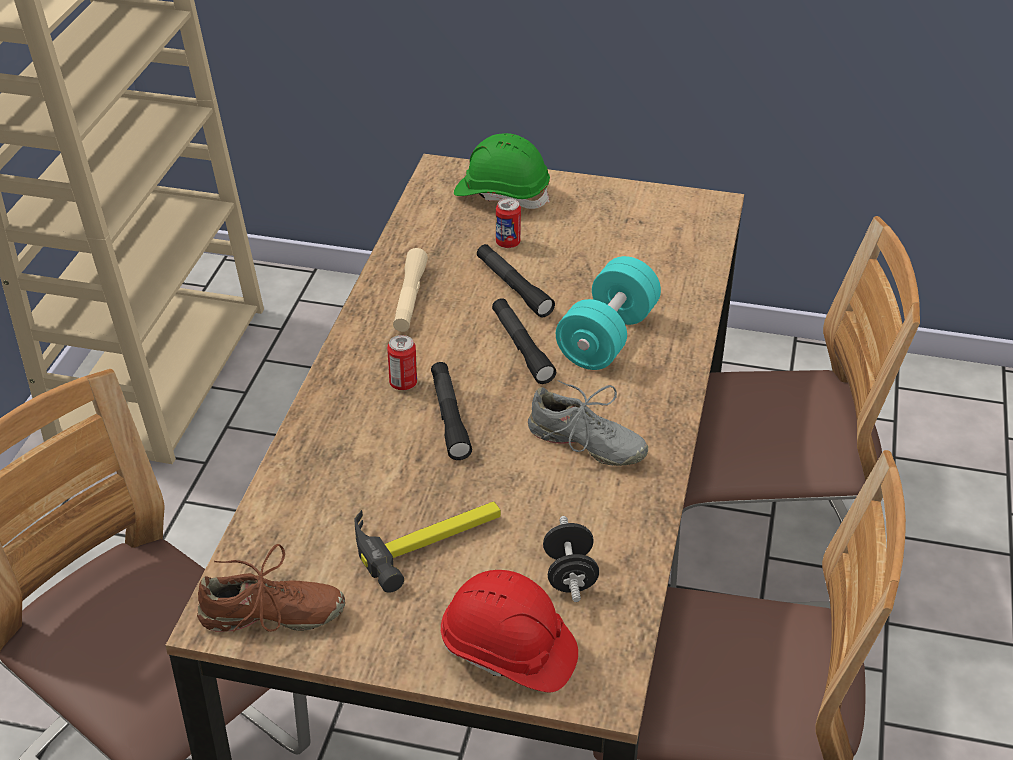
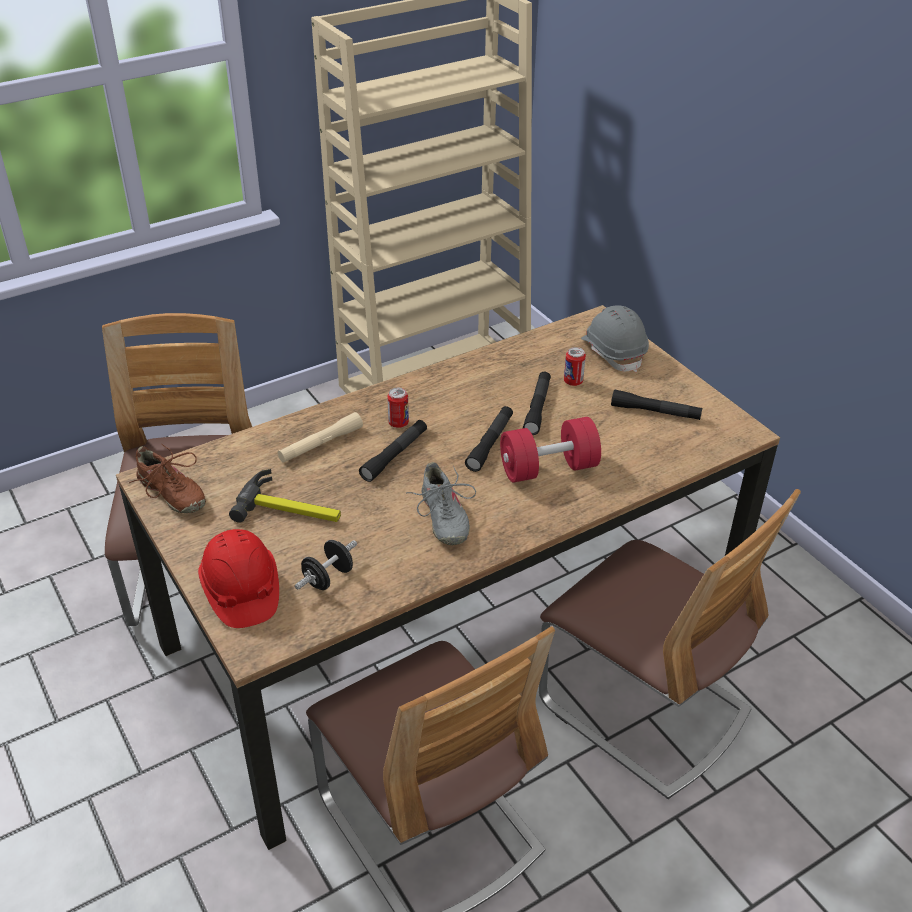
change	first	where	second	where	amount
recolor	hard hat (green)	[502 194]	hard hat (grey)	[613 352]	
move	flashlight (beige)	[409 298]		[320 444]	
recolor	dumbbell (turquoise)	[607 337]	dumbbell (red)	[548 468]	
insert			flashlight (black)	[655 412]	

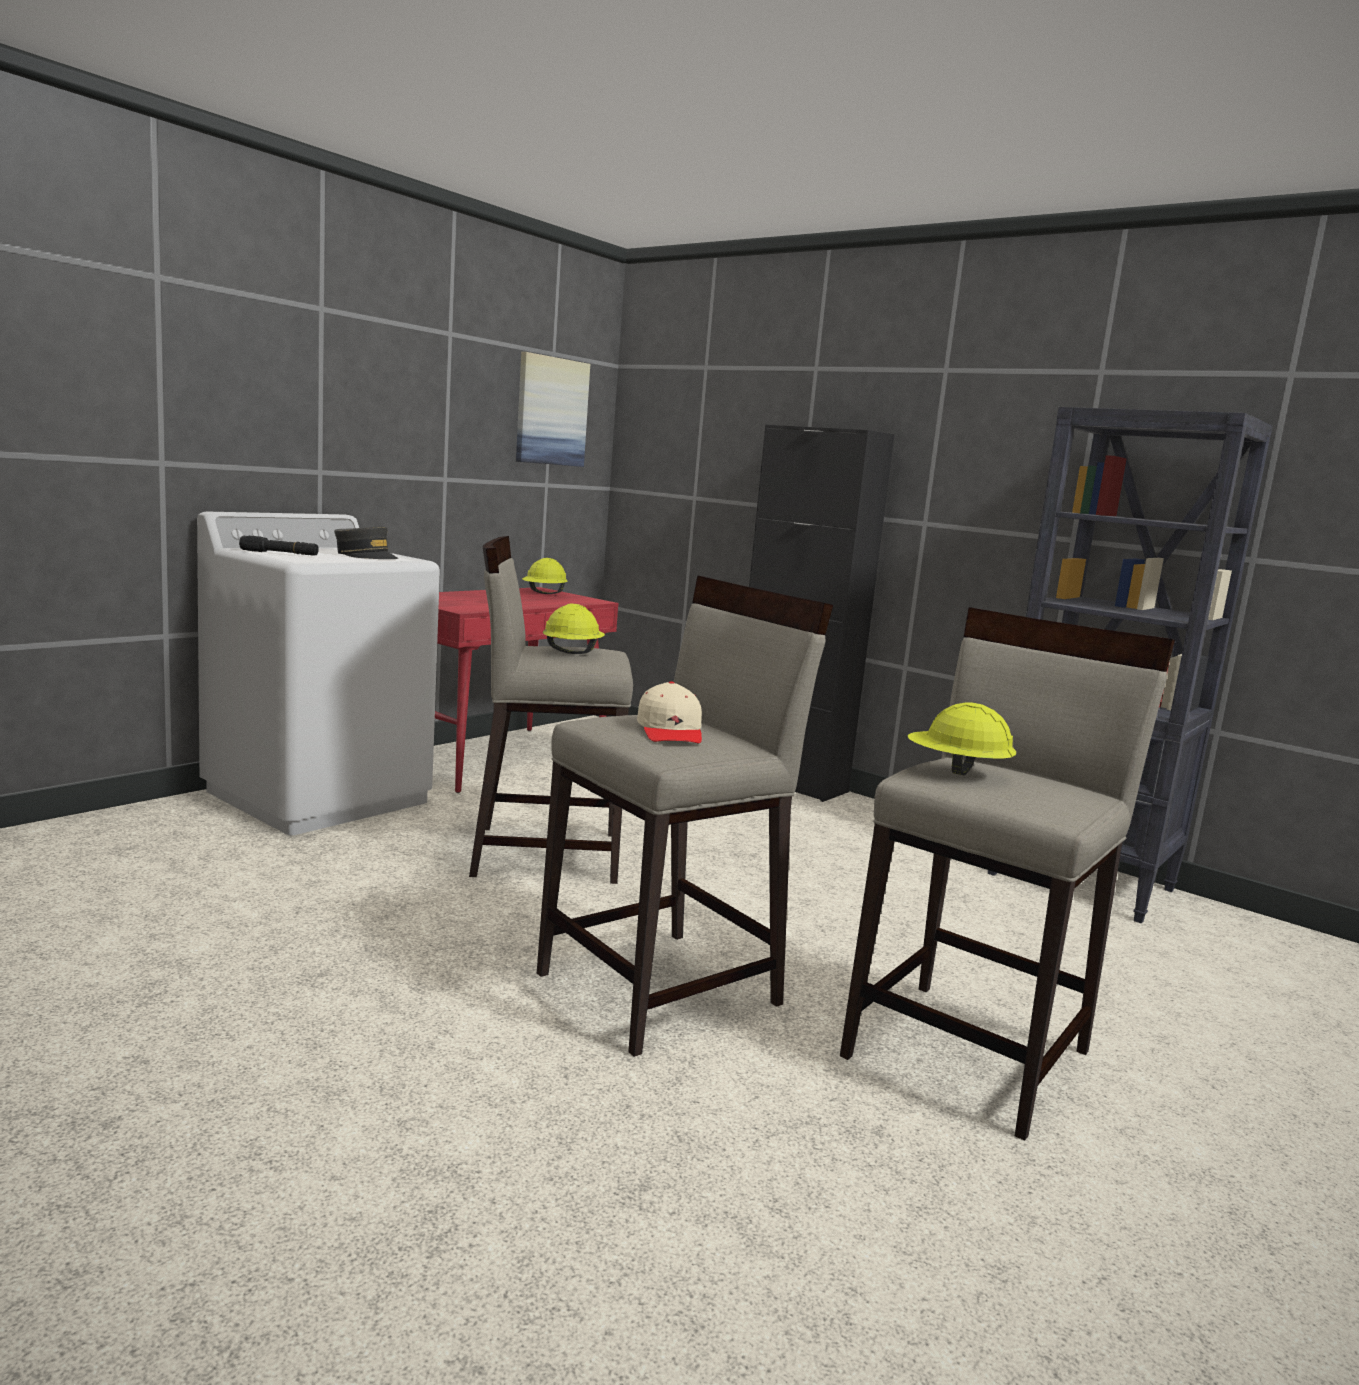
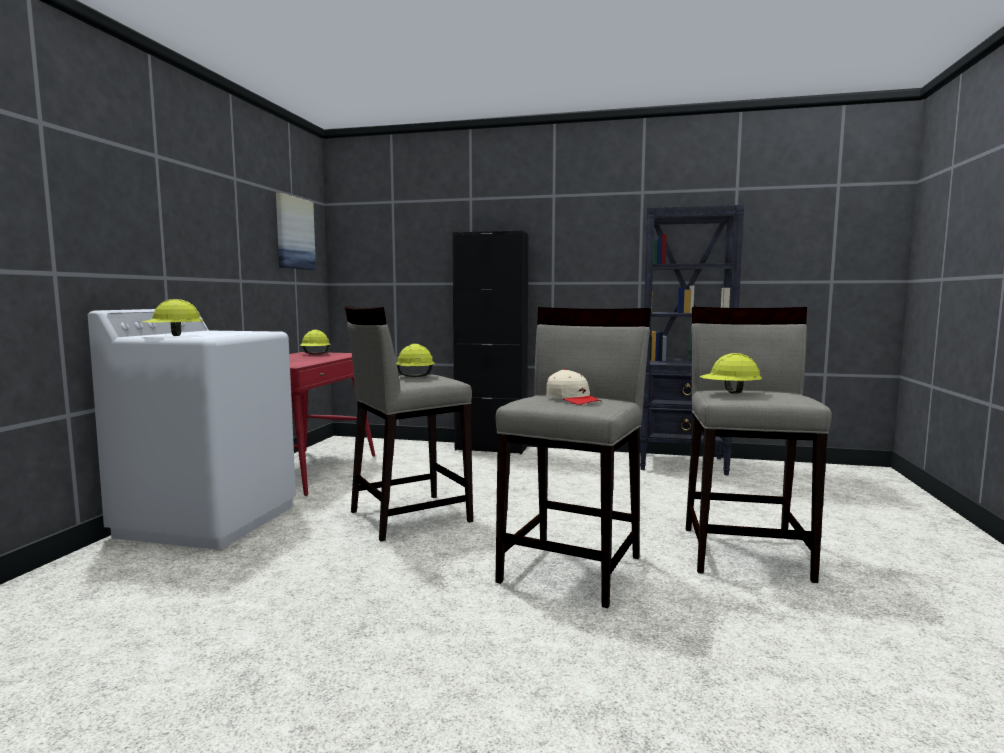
change	first	where	second	where	amount
delete	cap (grey)	[366 556]			
replace	flashlight (black)	[279 553]	hard hat (yellow)	[173 336]	

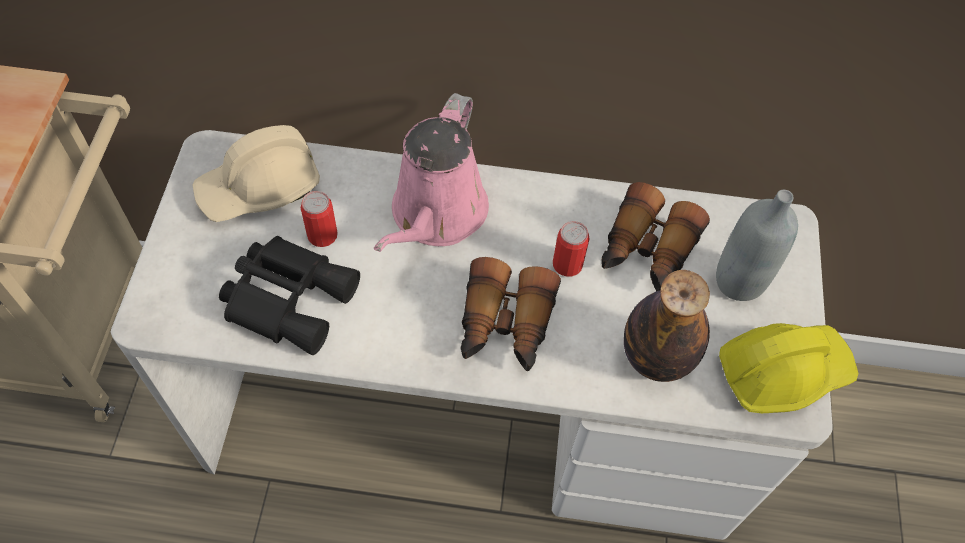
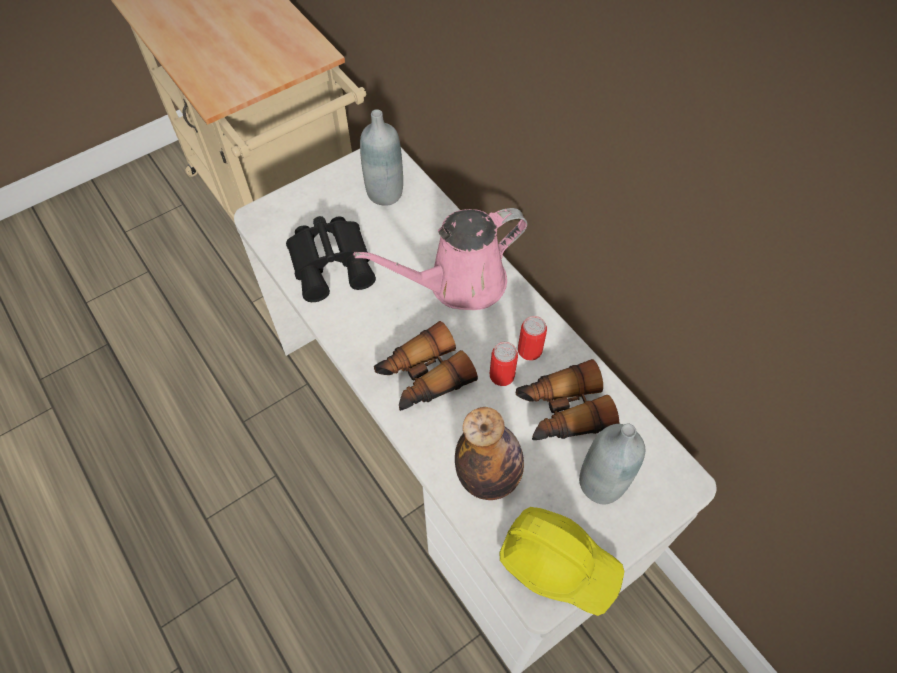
change	first	where	second	where	amount
replace	hard hat (beige)	[260 188]	bottle (grey)	[385 193]	
move	can	[322 235]		[529 350]	

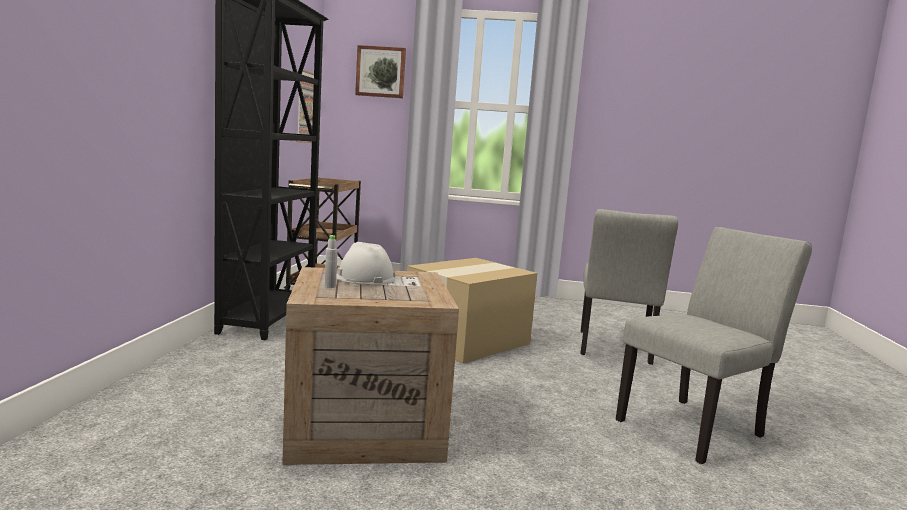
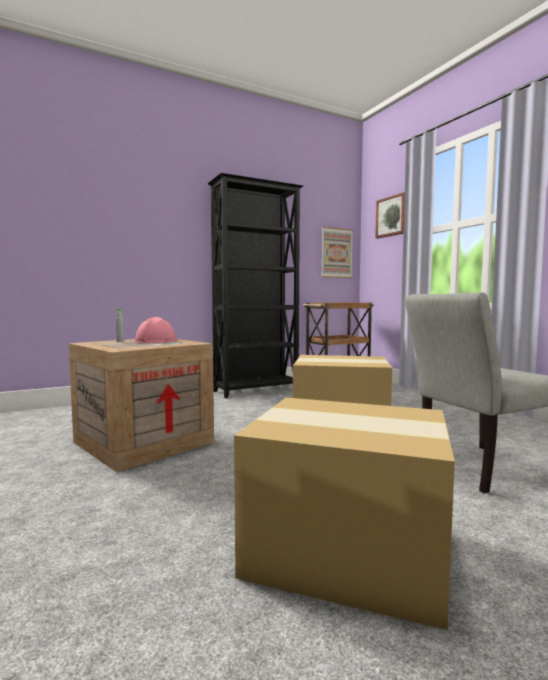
change	first	where	second	where	amount
replace	chair (grey)	[697 426]	cardboard box	[349 551]	
recolor	hard hat (white)	[363 278]	hard hat (pink)	[155 341]	

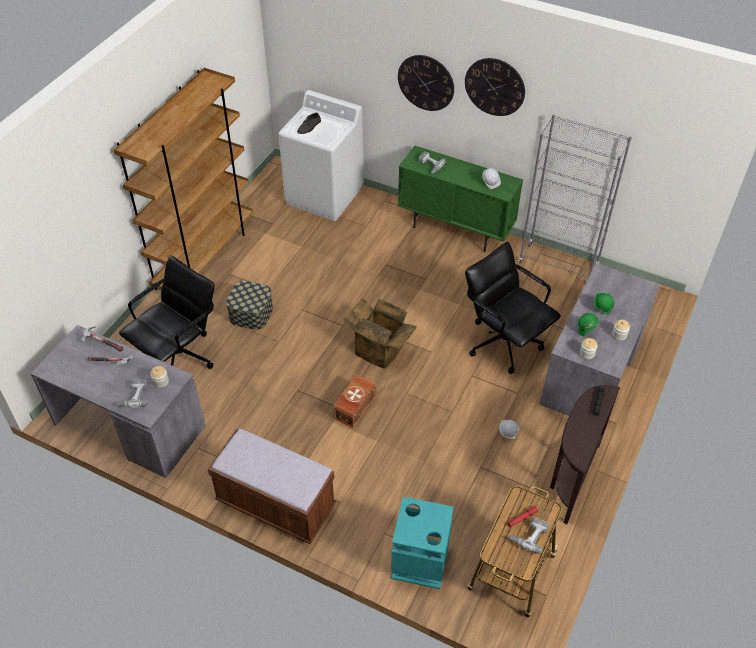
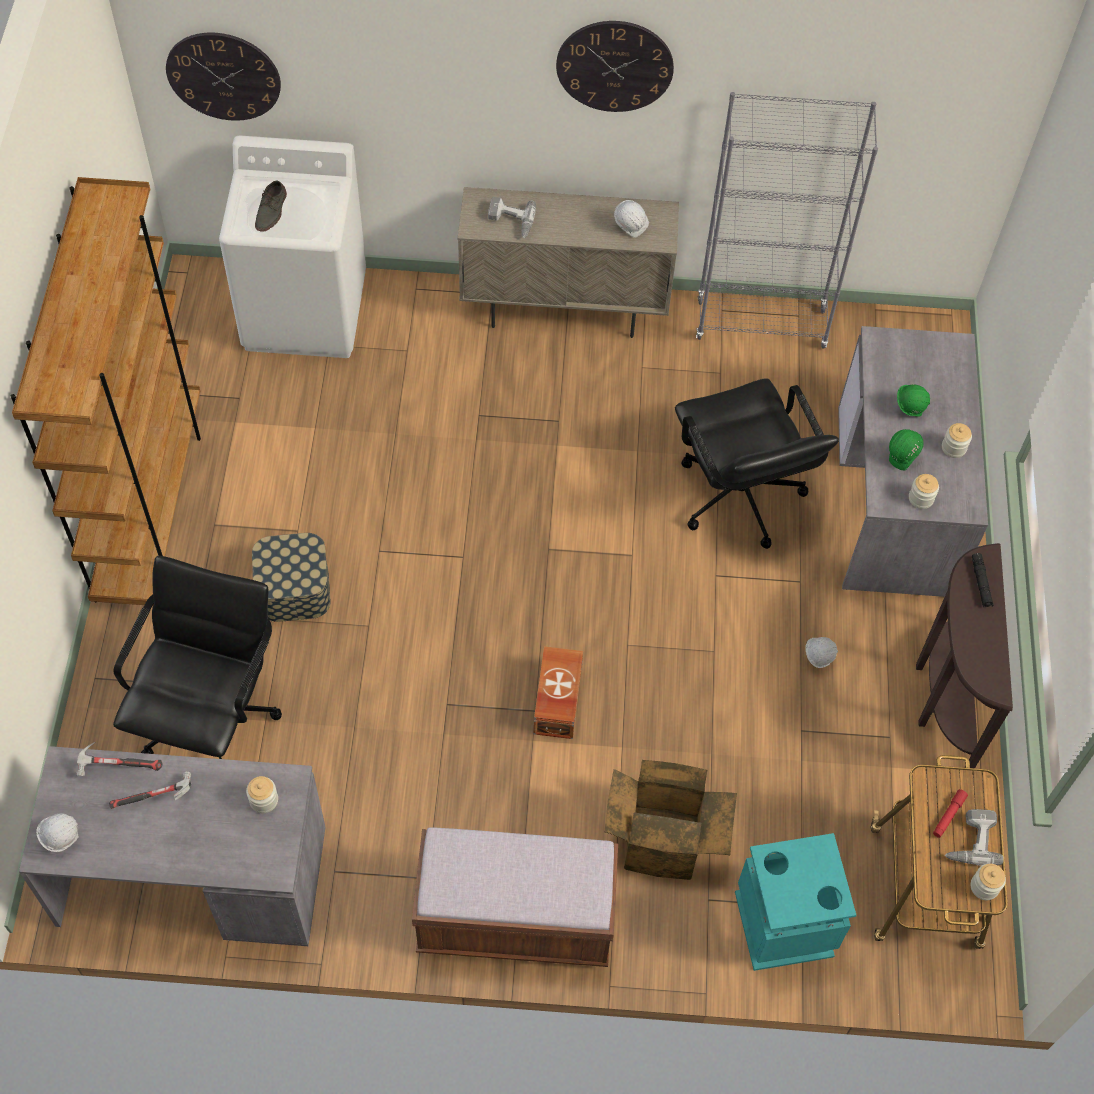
change	first	where	second	where	amount
move	wall clock	[426 83]		[223 76]	
recolor	cabinet (green)	[455 230]	cabinet (beige)	[564 310]	
rotate	office chair (black)	[504 342]		[739 497]	135 degrees counterclockwise
move	cardboard box	[381 349]		[663 839]	
delete	power drill	[133 396]			
insert			hard hat (white)	[62 838]	
insert			jar	[984 887]	

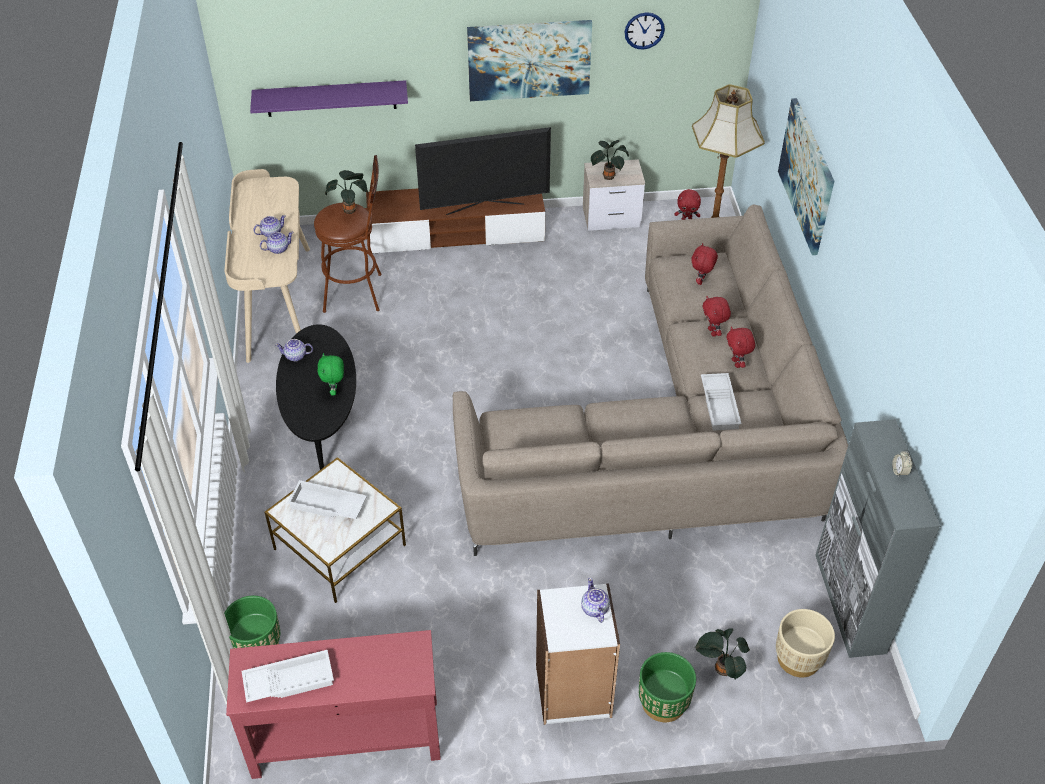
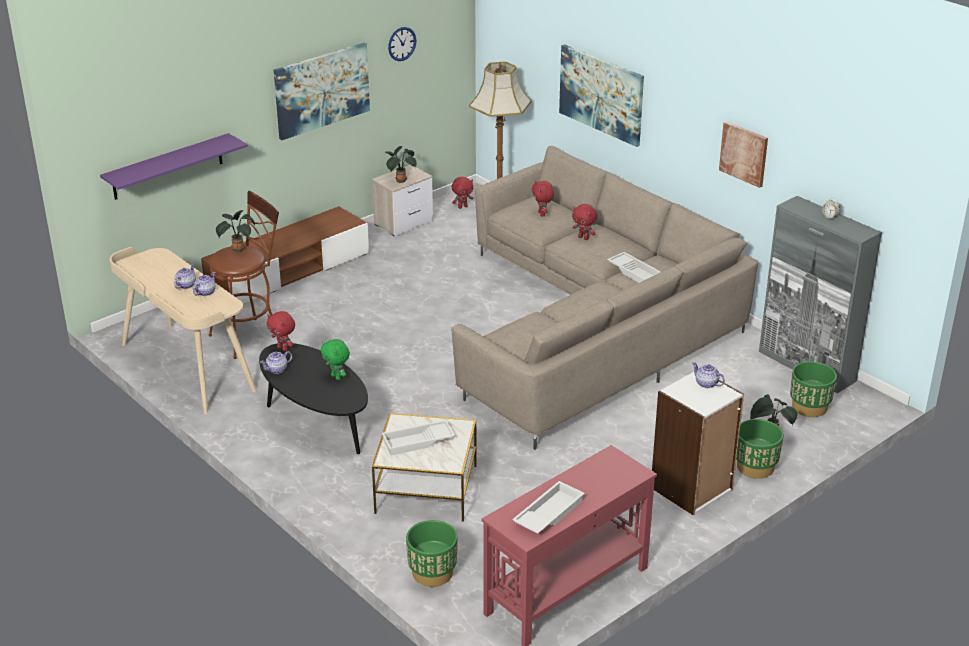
change	first	where	second	where	amount
delete	television	[485 208]			
move	plush toy (red)	[737 363]		[283 348]	
recolor	planter (beige)	[798 659]	planter (green)	[809 407]	
insert			picture	[744 153]	

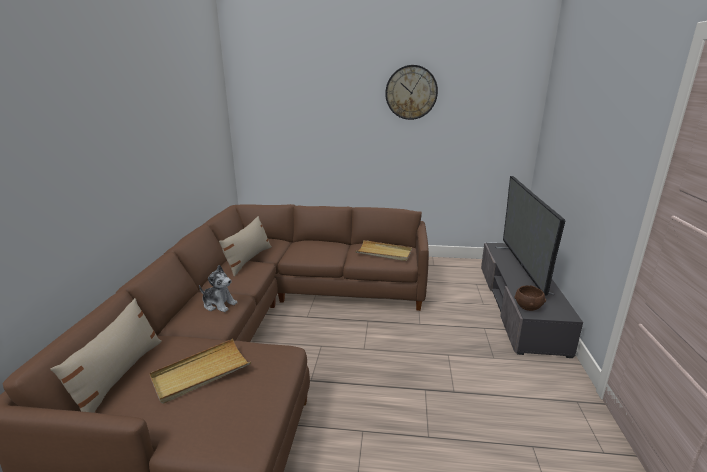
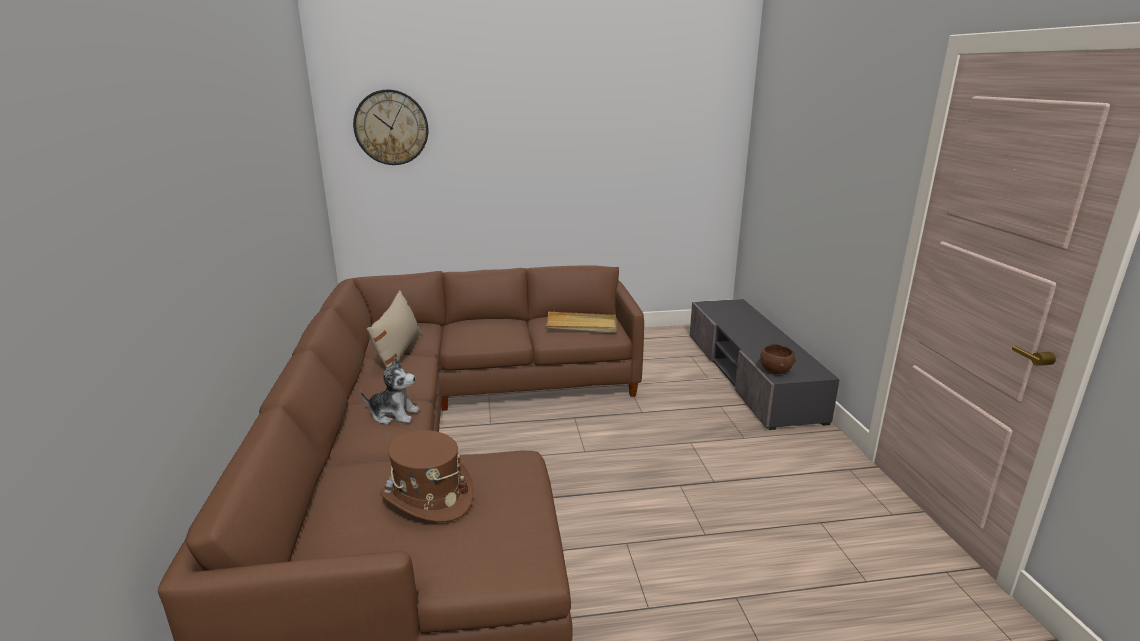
change	first	where	second	where	amount
move	wall clock	[411 92]		[391 127]	
delete	television	[521 268]			
delete	pillow (beige)	[119 376]			
replace	tray (beige)	[201 373]	hat (brown)	[427 497]	

